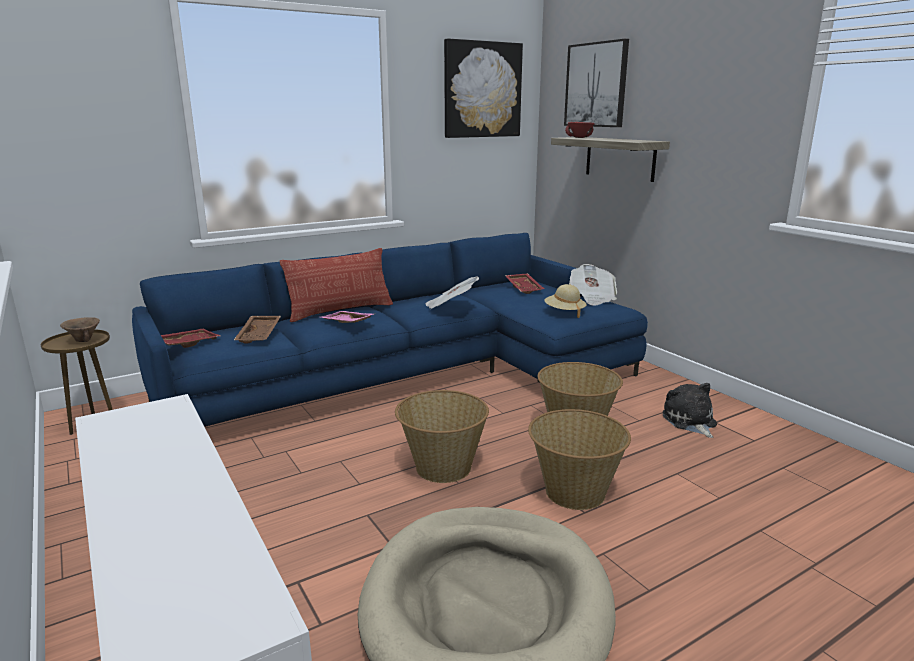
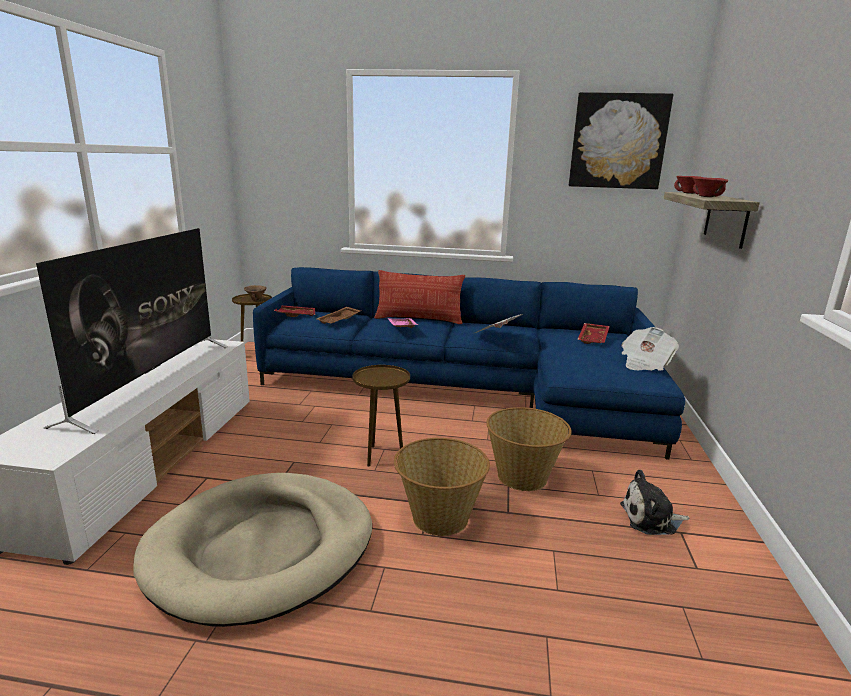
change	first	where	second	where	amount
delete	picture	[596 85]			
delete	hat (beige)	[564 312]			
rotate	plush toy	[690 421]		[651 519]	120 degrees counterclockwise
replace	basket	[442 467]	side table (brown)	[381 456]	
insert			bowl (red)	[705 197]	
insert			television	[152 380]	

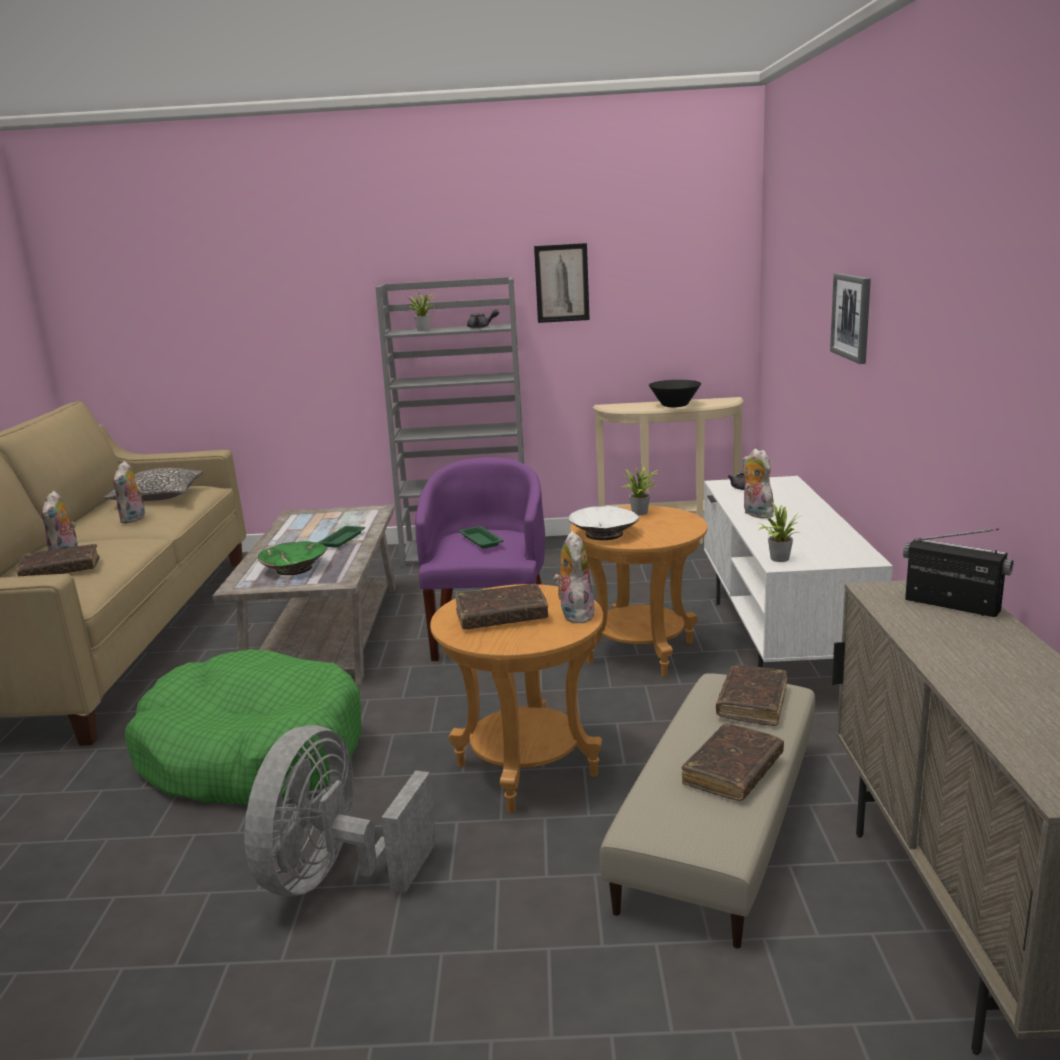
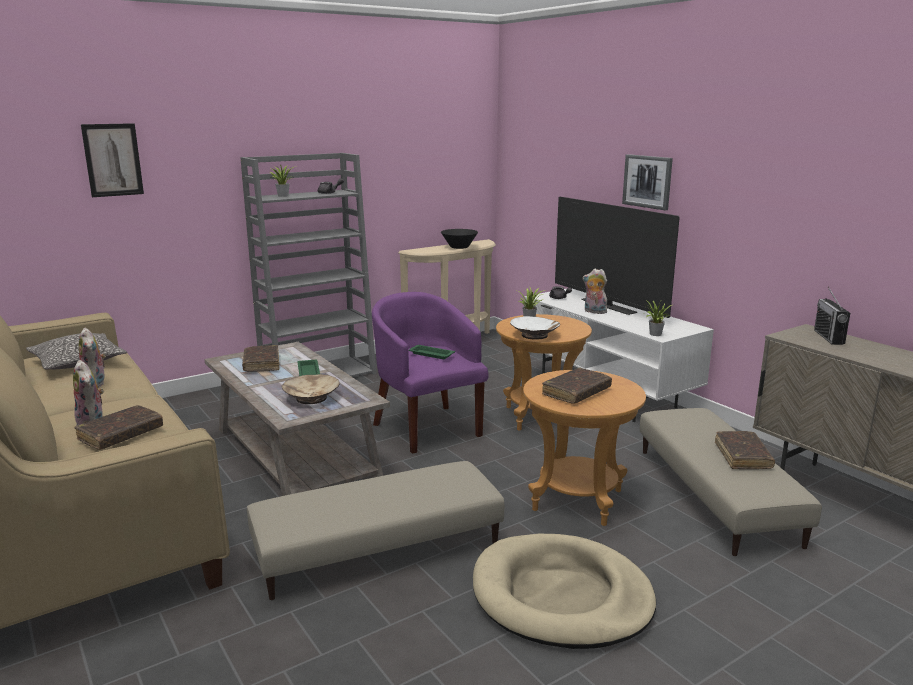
change	first	where	second	where	amount
move	picture	[562 283]		[113 160]	
rotate	radio	[951 605]		[828 337]	90 degrees counterclockwise
delete	plush toy	[574 614]			
recolor	bowl (green)	[294 568]	bowl (beige)	[311 398]	
replace	dog bed (green)	[253 754]	ottoman (beige)	[377 547]	
move	book (brown)	[752 703]		[261 364]	
replace	fan (grey)	[335 876]	dog bed (beige)	[561 596]	
insert			television	[608 306]	

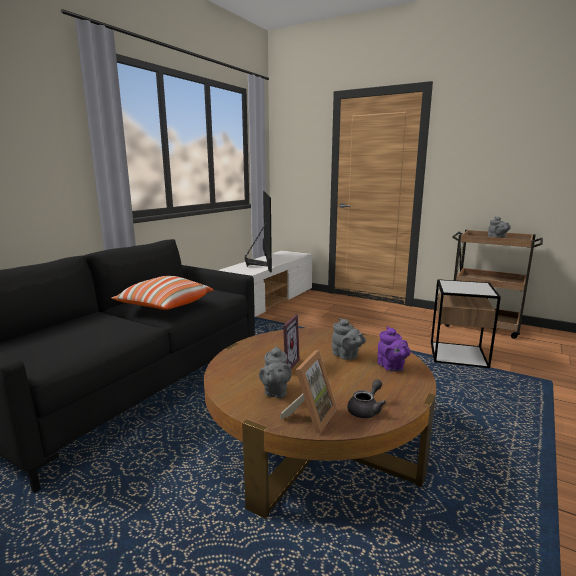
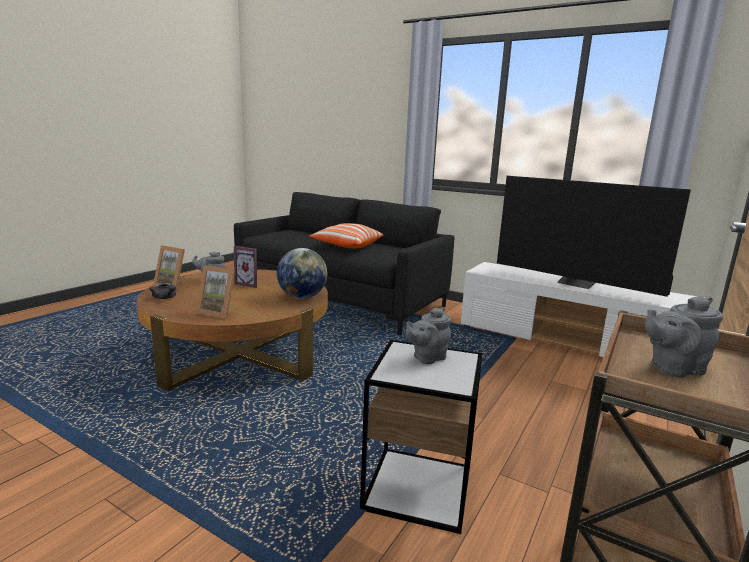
change	first	where	second	where	amount
rotate	television	[260 264]		[576 283]	45 degrees clockwise
move	teapot (grey)	[346 356]		[427 358]	
replace	teapot (purple)	[391 367]	picture frame	[219 312]	
insert			globe	[302 297]	

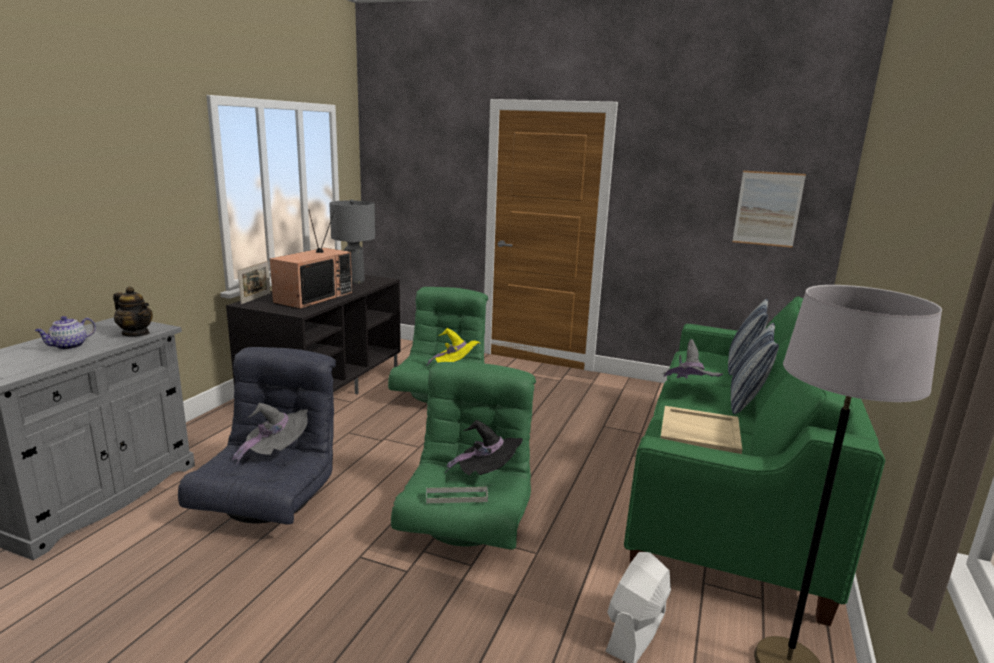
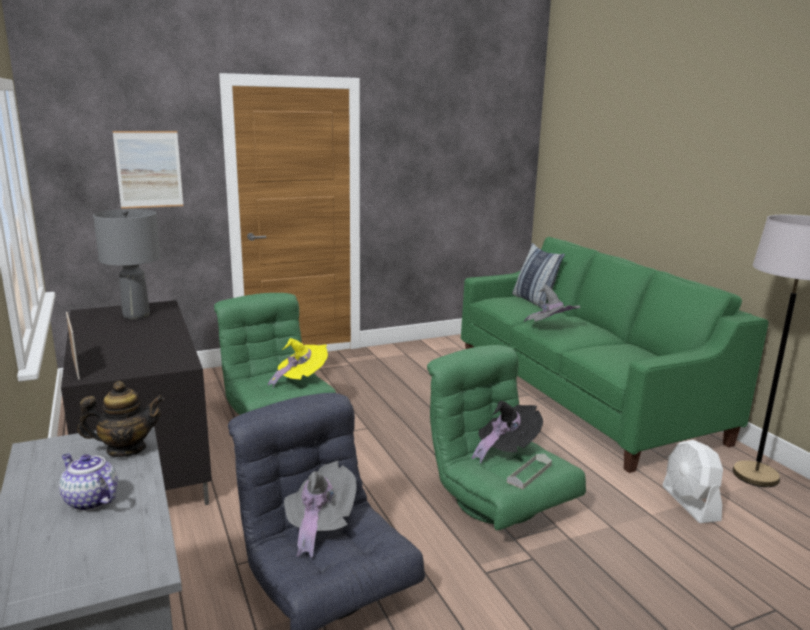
change	first	where	second	where	amount
move	picture	[767 209]		[149 169]	
delete	television	[313 297]			
rotate	teapot	[68 346]		[90 500]	135 degrees clockwise
delete	pillow	[746 401]			
delete	tray (beige)	[698 435]			

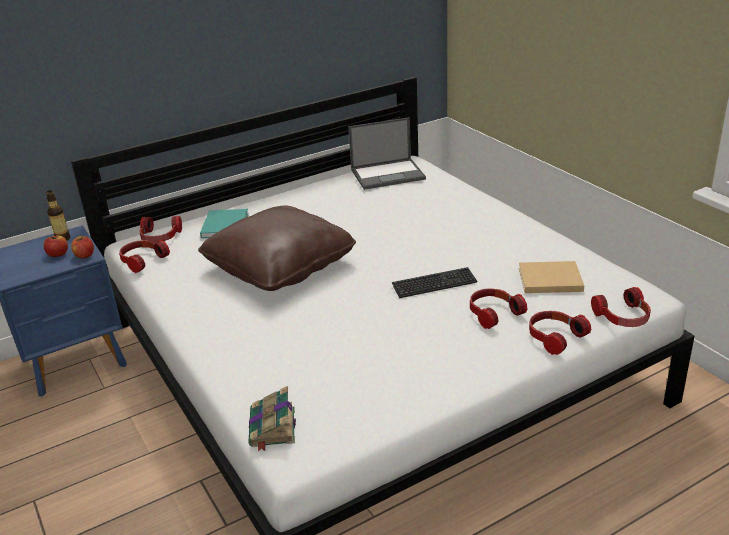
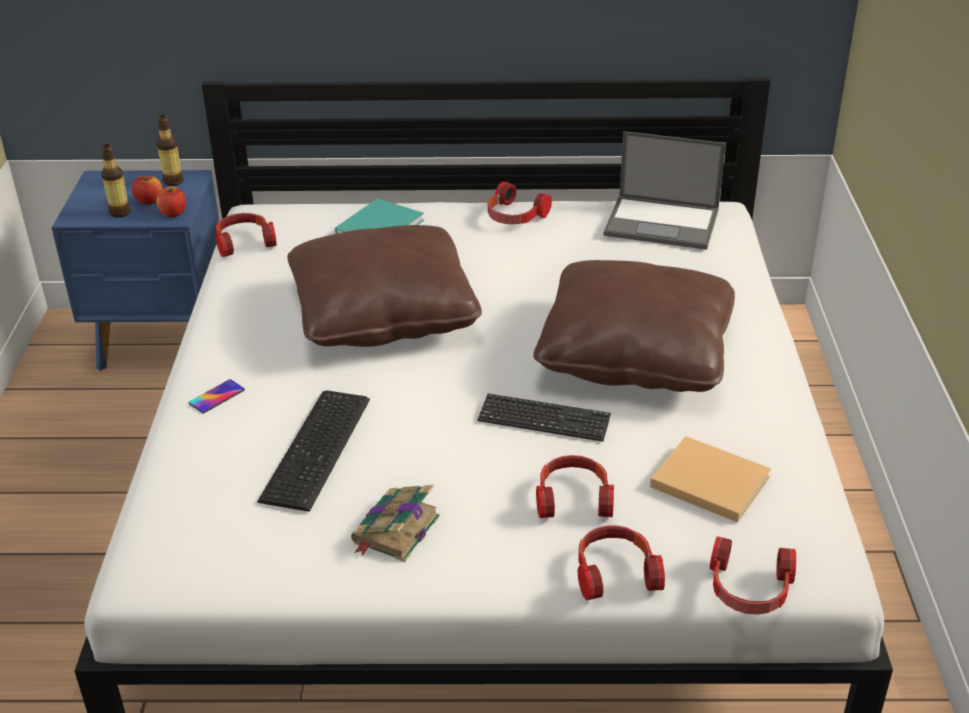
change	first	where	second	where	amount
move	headphones	[160 237]		[514 217]	
move	book	[272 428]		[395 531]	
insert			bottle	[120 213]	
insert			pillow (brown)	[634 354]	
insert			phone	[216 397]	
insert			keyboard	[320 448]	

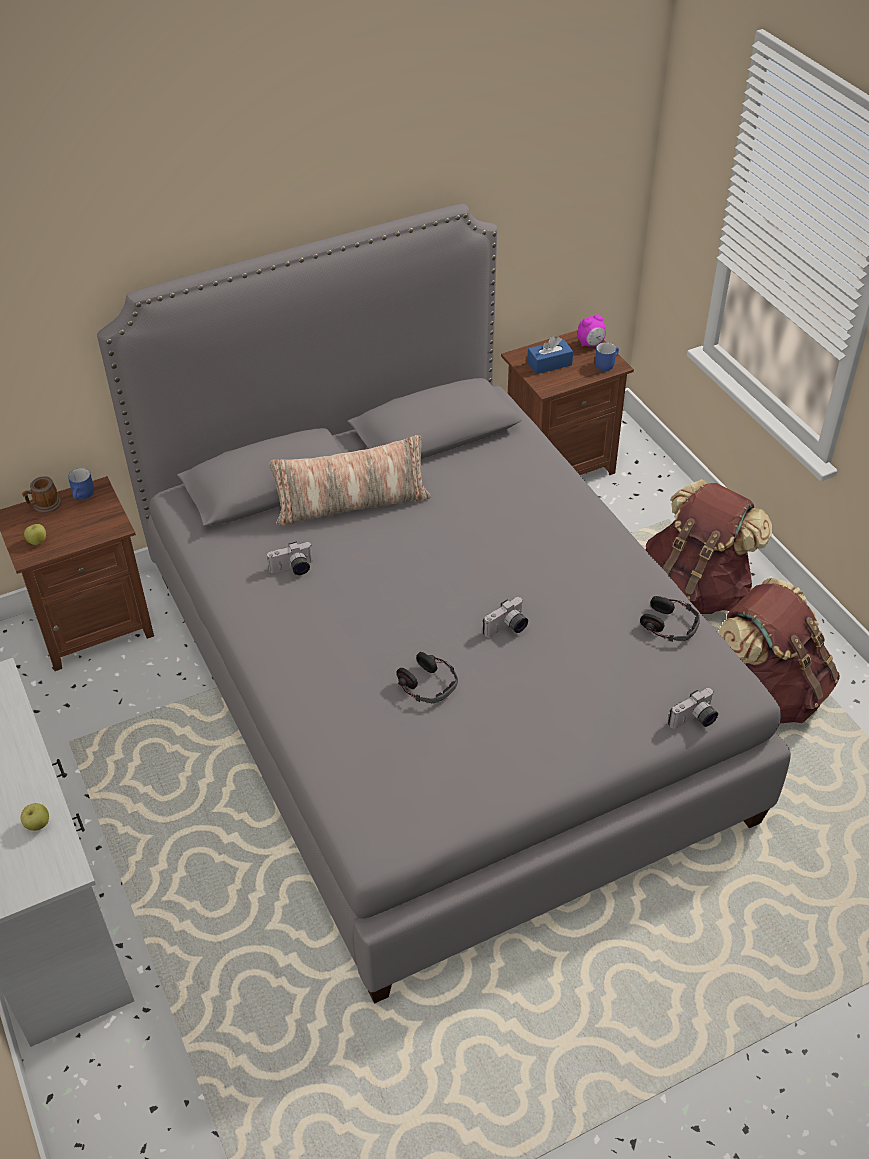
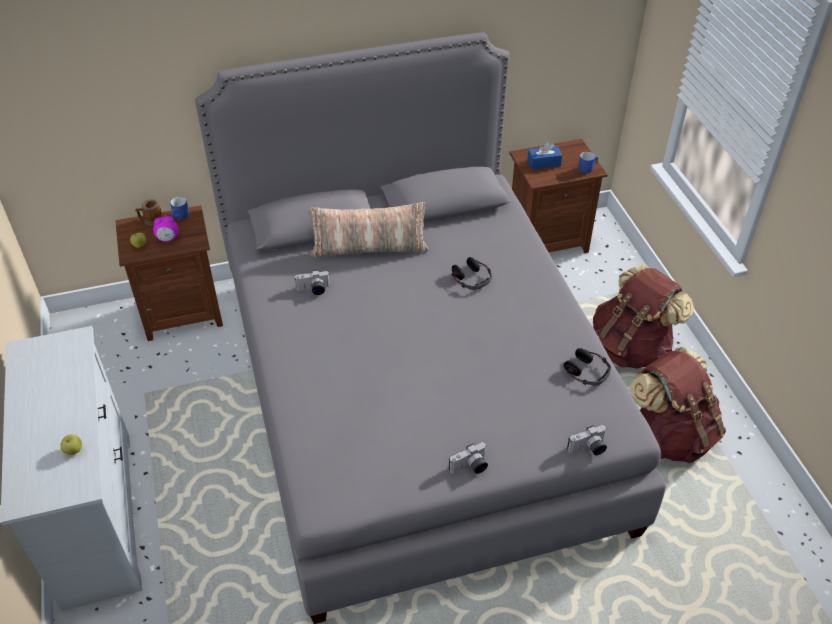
change	first	where	second	where	amount
move	alarm clock	[590 344]		[168 239]	
move	photo camera	[507 628]		[470 467]	
move	headphones	[428 684]		[472 278]	

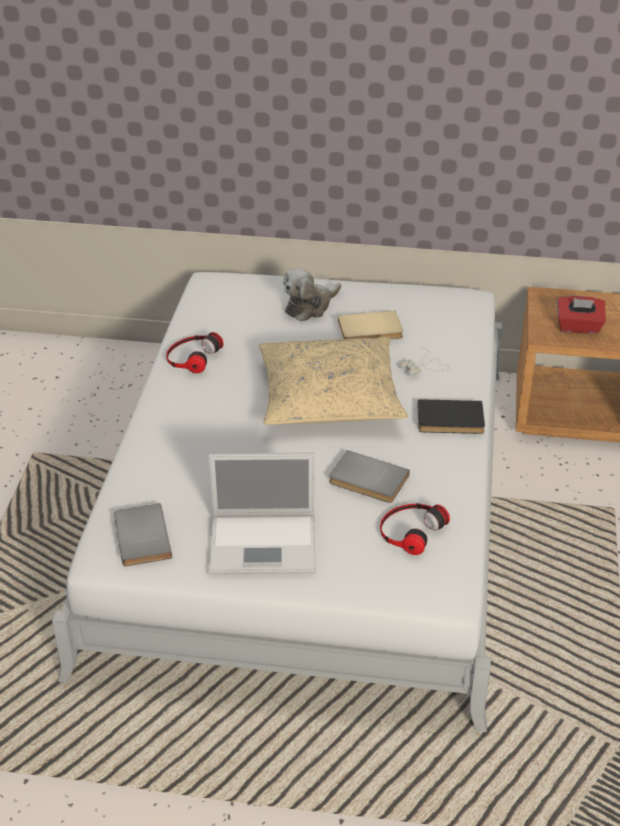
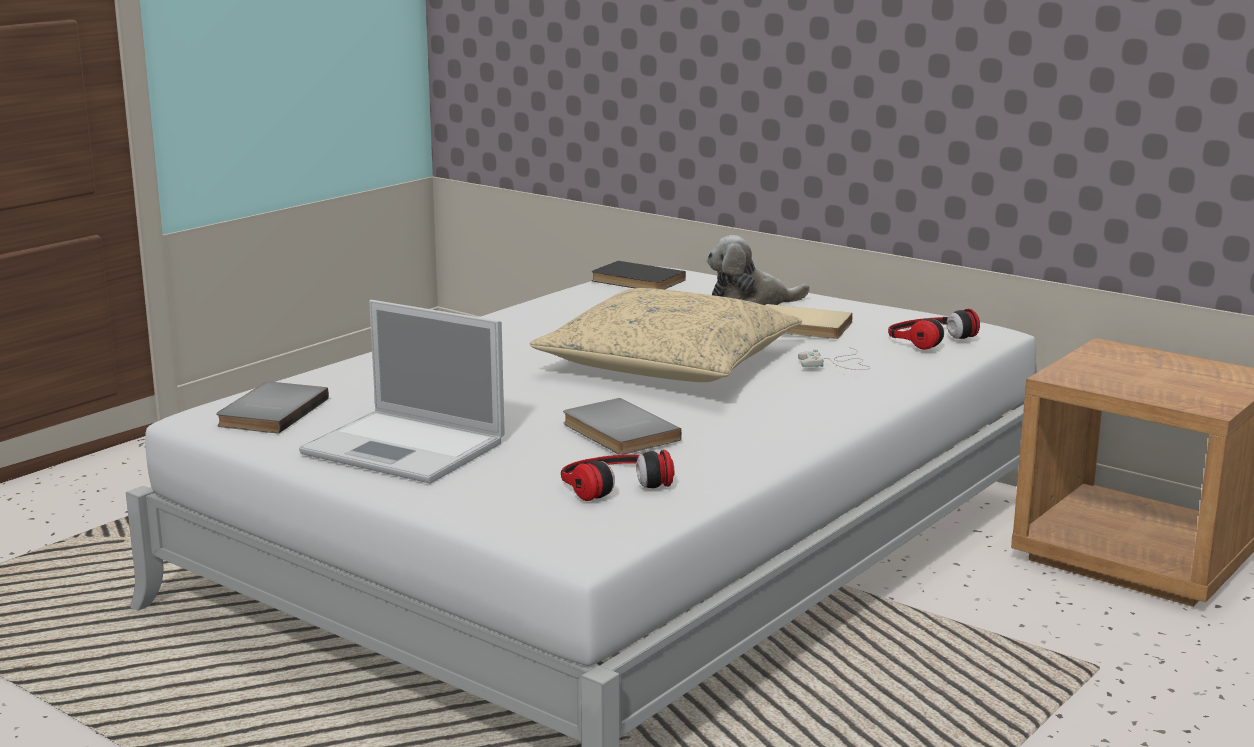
change	first	where	second	where	amount
delete	tissue box (red)	[578 327]			
move	headphones	[192 357]		[927 337]	
move	book (black)	[450 420]		[636 281]	

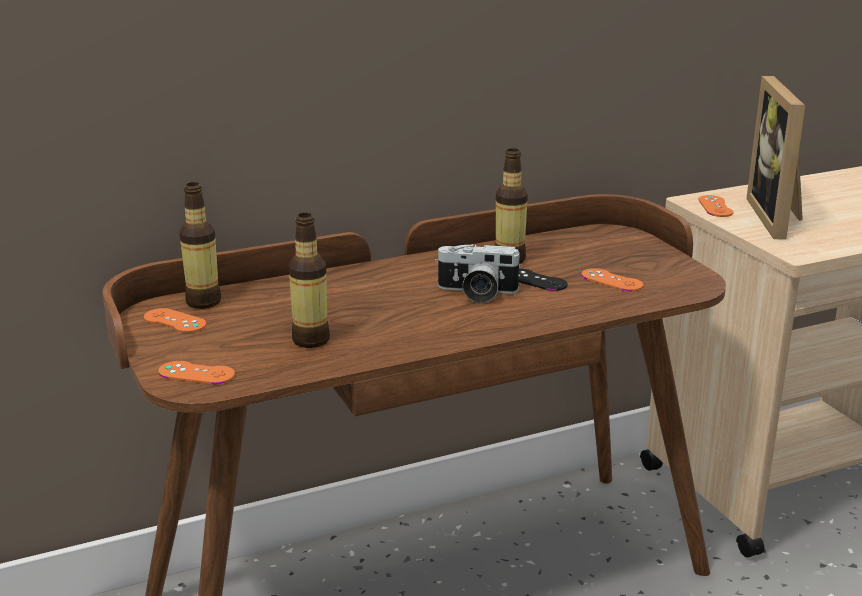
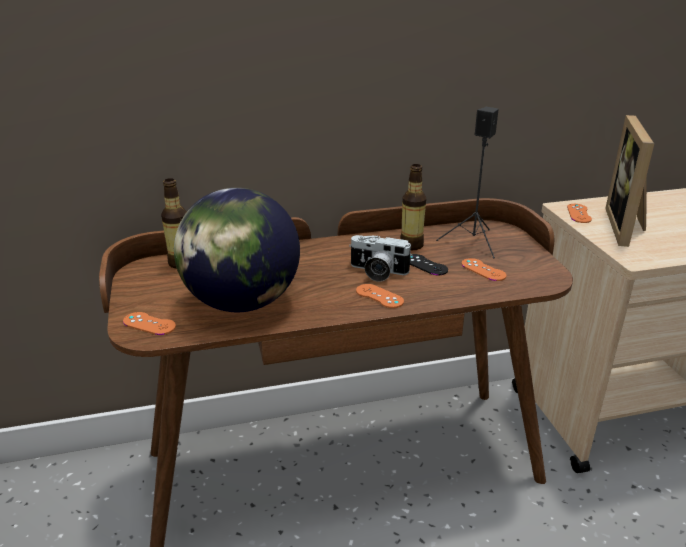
change	first	where	second	where	amount
replace	bottle	[310 340]	globe	[241 303]	
move	game controller (orange)	[174 321]		[379 296]	
insert			speaker (black)	[473 242]	

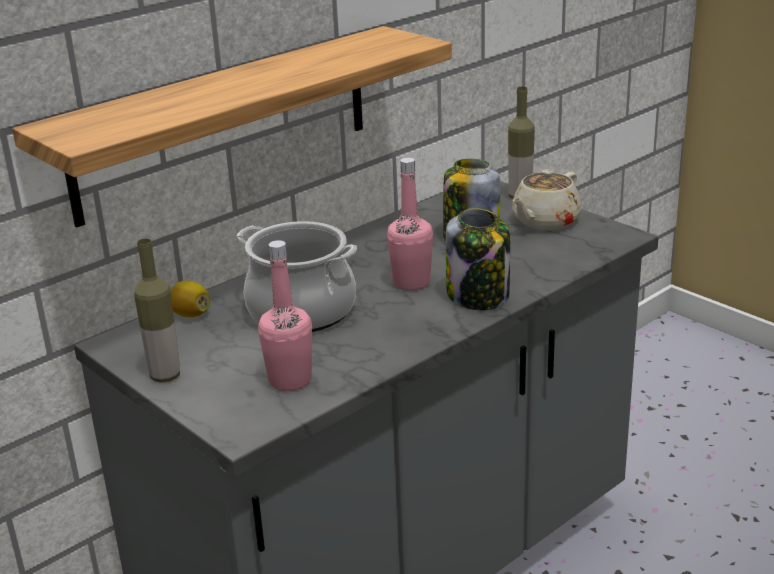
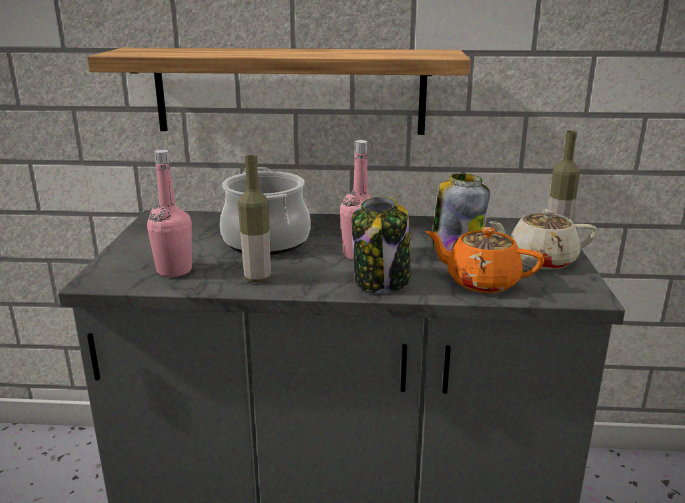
change	first	where	second	where	amount
move	bottle	[165 376]		[257 278]	
delete	lemon	[191 314]			
insert			teapot (orange)	[481 282]	

